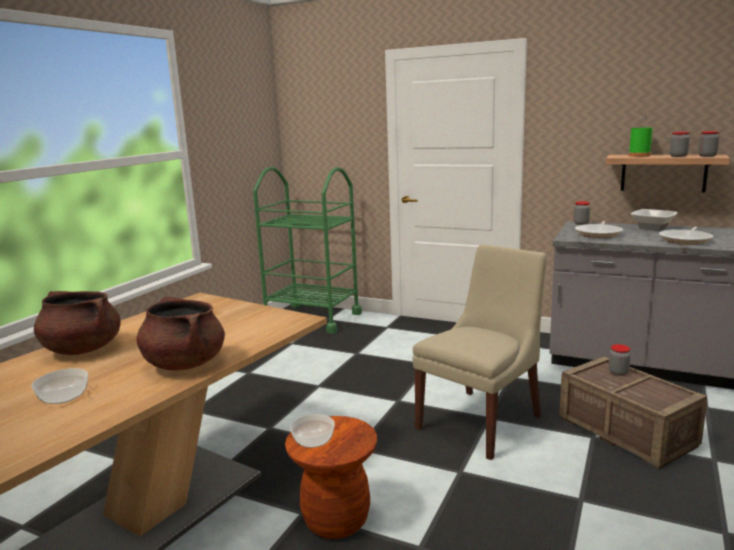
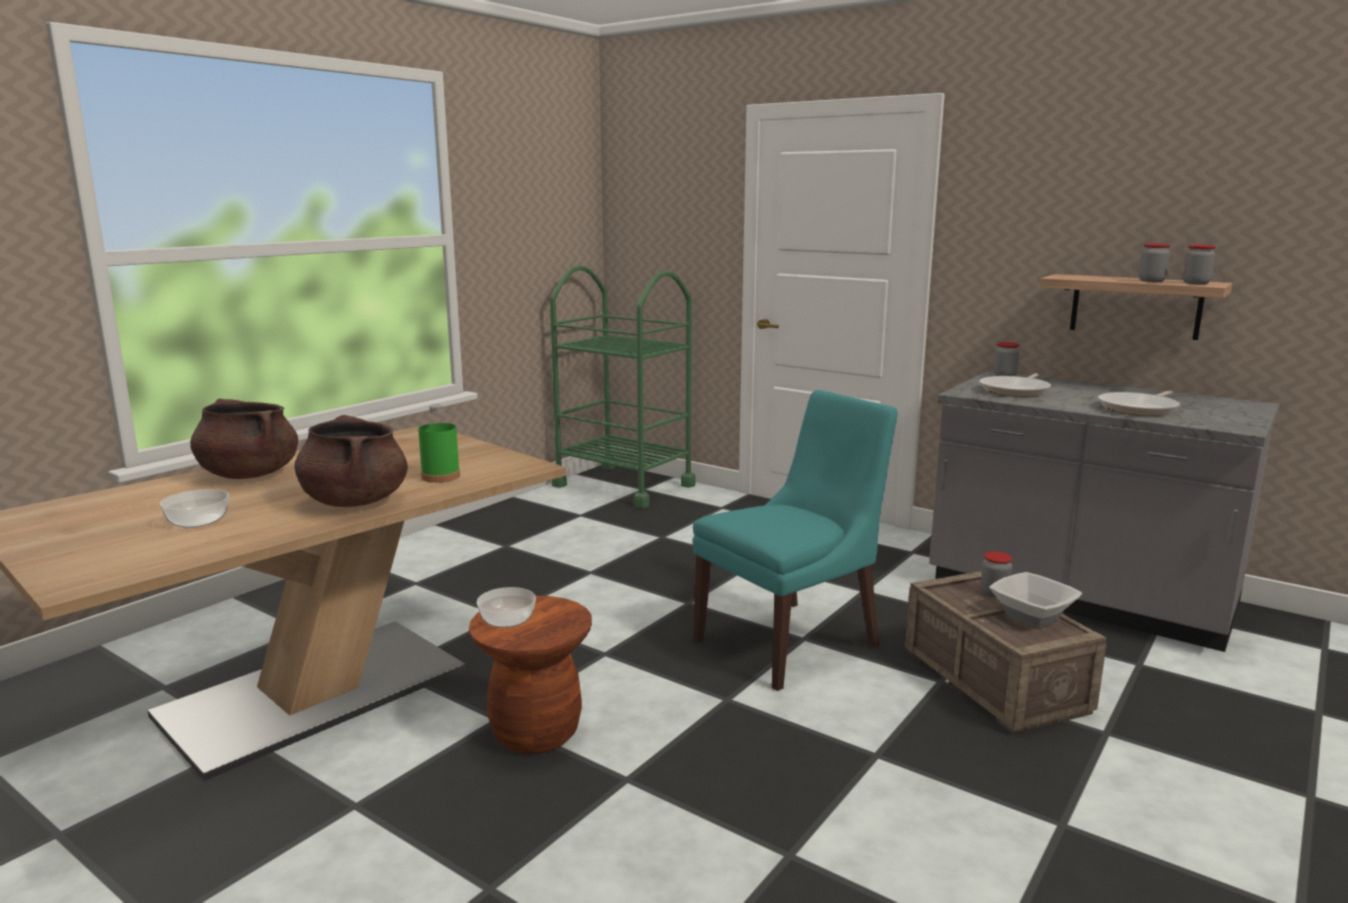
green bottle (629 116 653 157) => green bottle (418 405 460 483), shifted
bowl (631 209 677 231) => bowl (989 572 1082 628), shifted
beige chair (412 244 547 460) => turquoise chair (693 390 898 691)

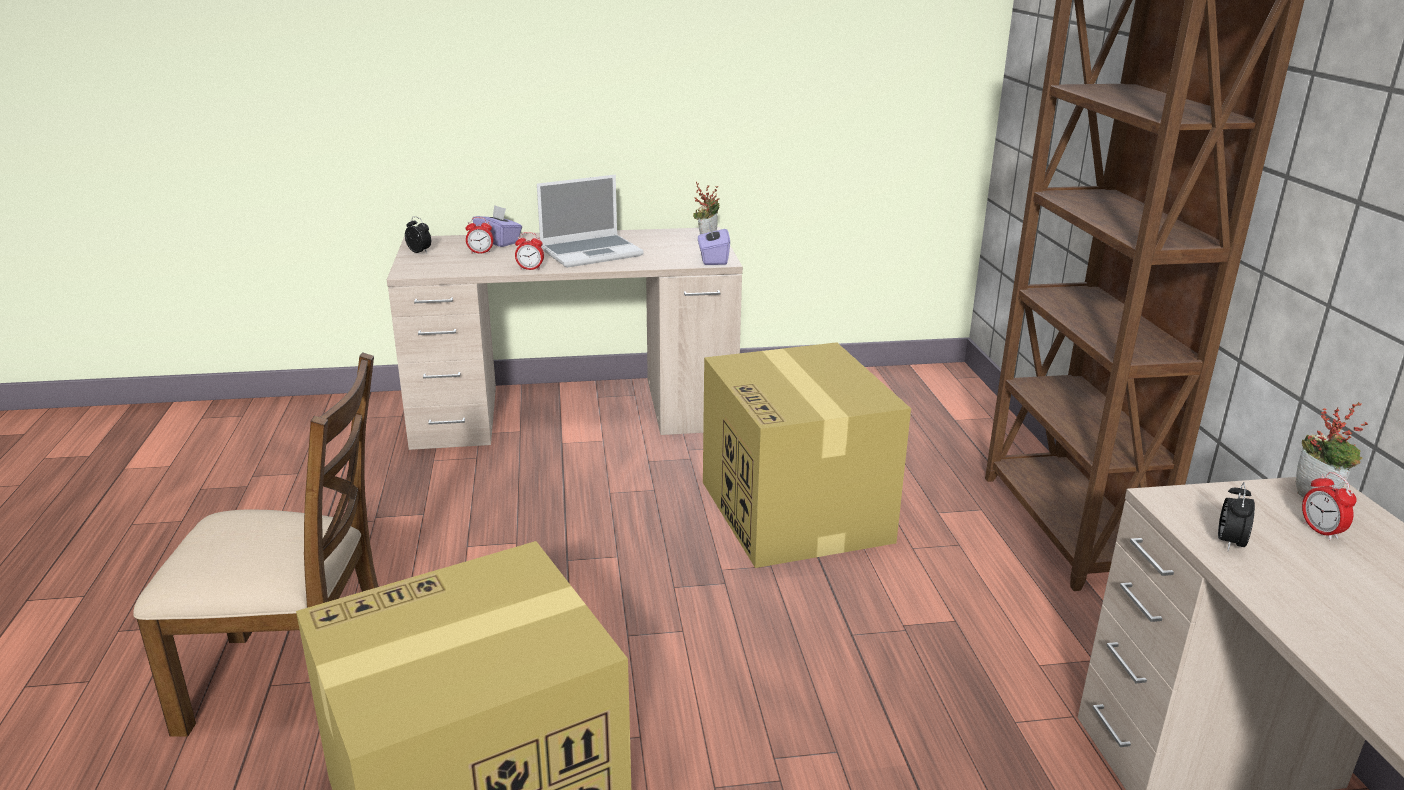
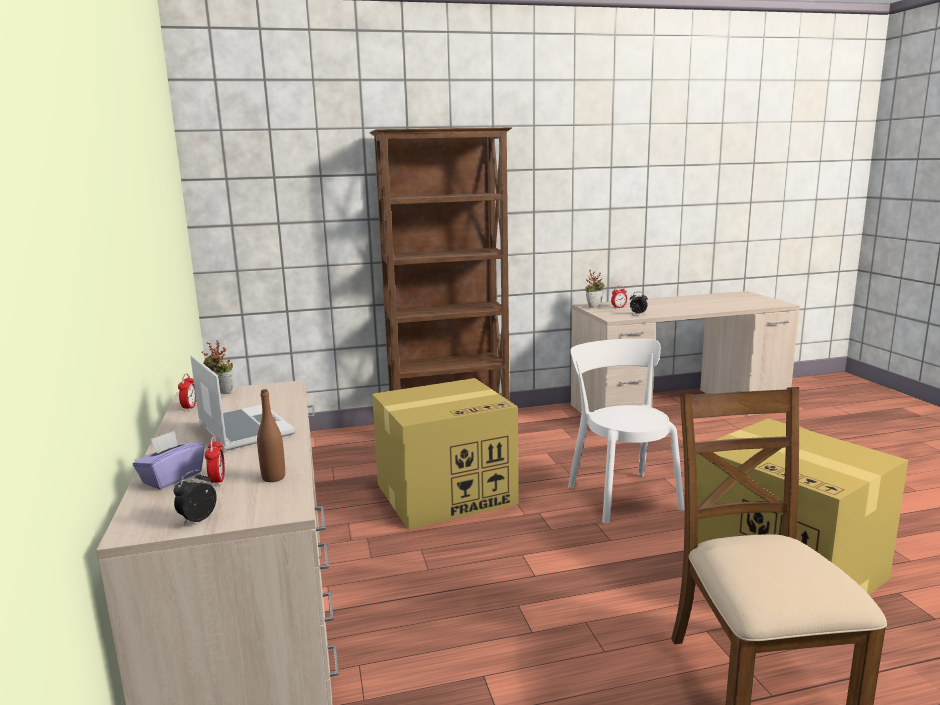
purple tissue box (698 222 730 265) => nothing
alarm clock (515 232 544 270) => alarm clock (178 373 196 411), shifted
nothing => white chair (568 339 685 524)
nothing => brown bottle (257 389 285 482)

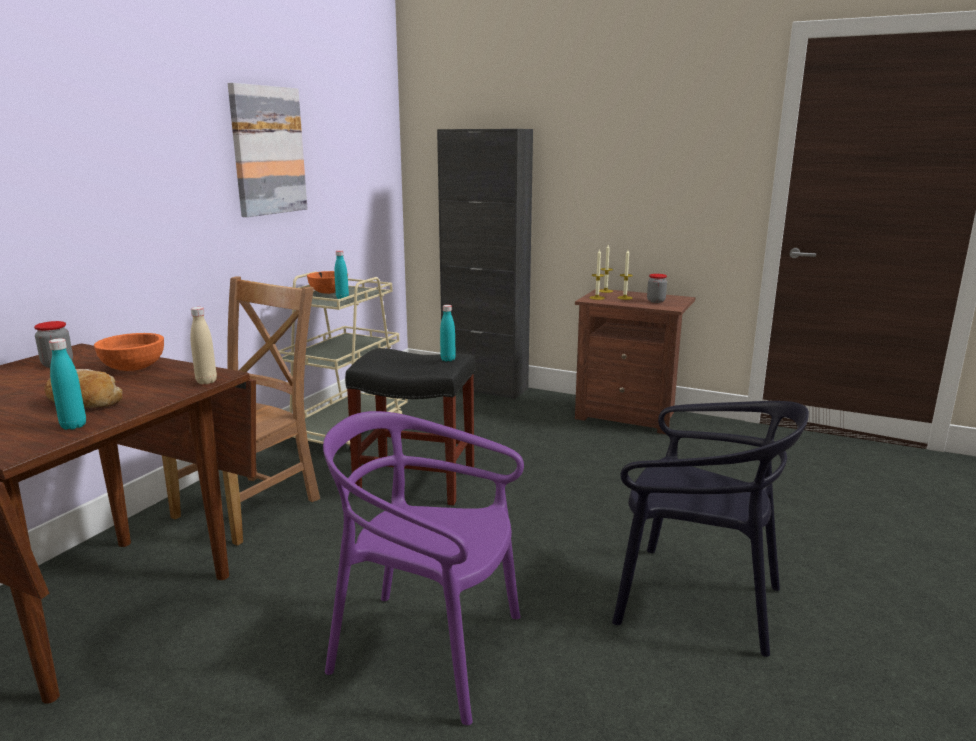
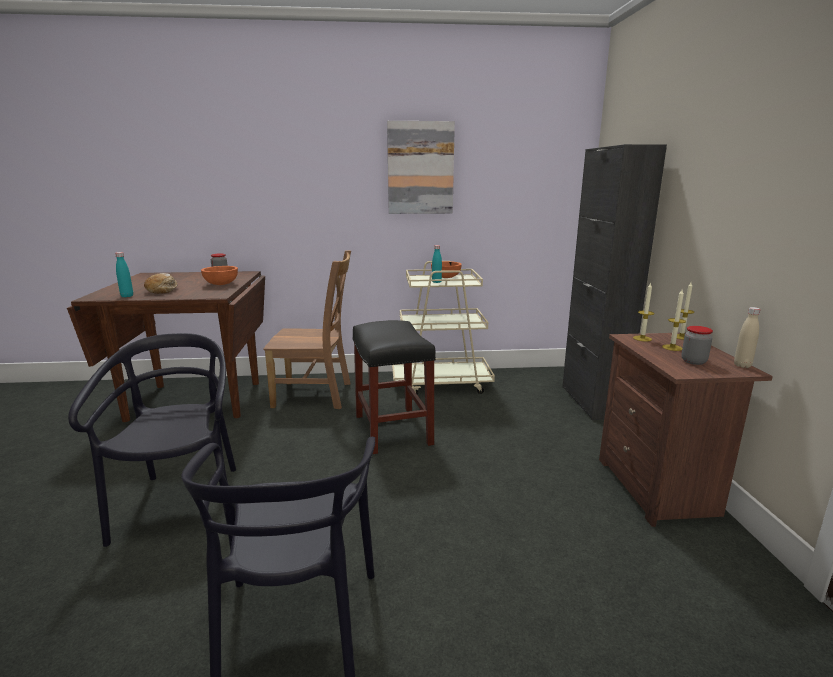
turquoise bottle (440 305 456 362) => nothing
beige bottle (190 307 217 384) => beige bottle (734 307 761 368), shifted
purple chair (323 411 524 725) => black chair (68 333 236 547)

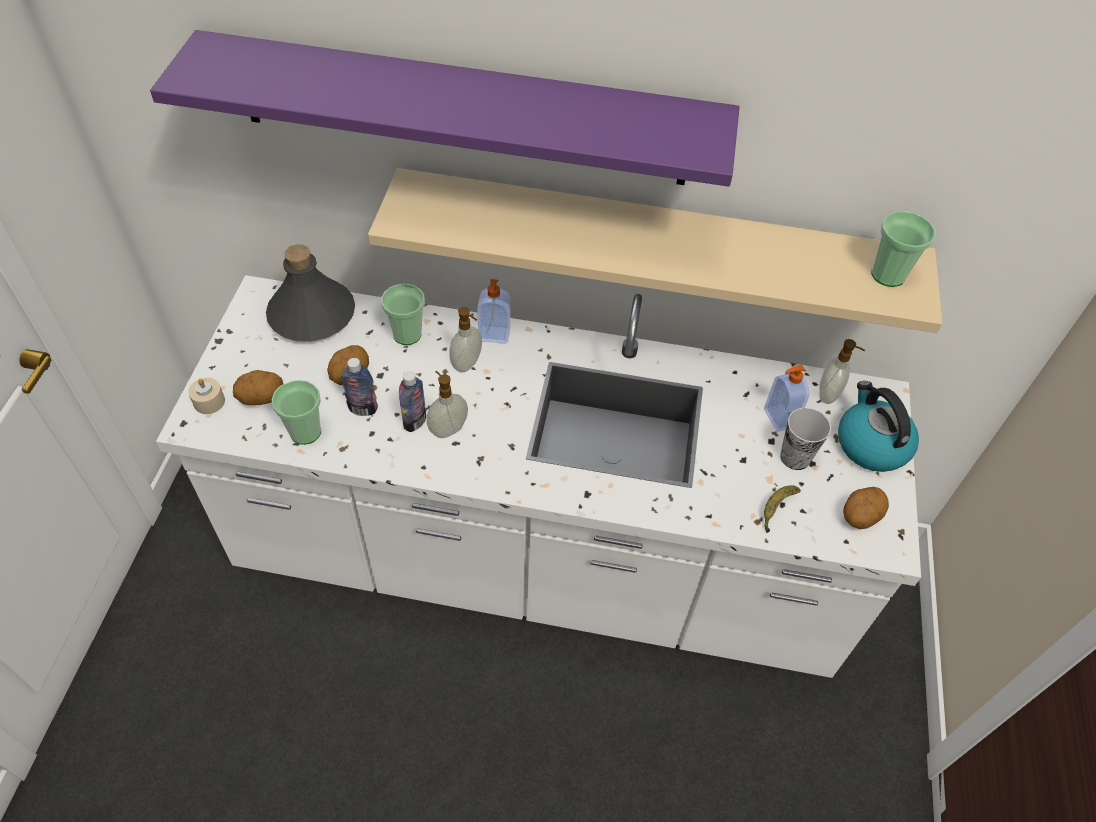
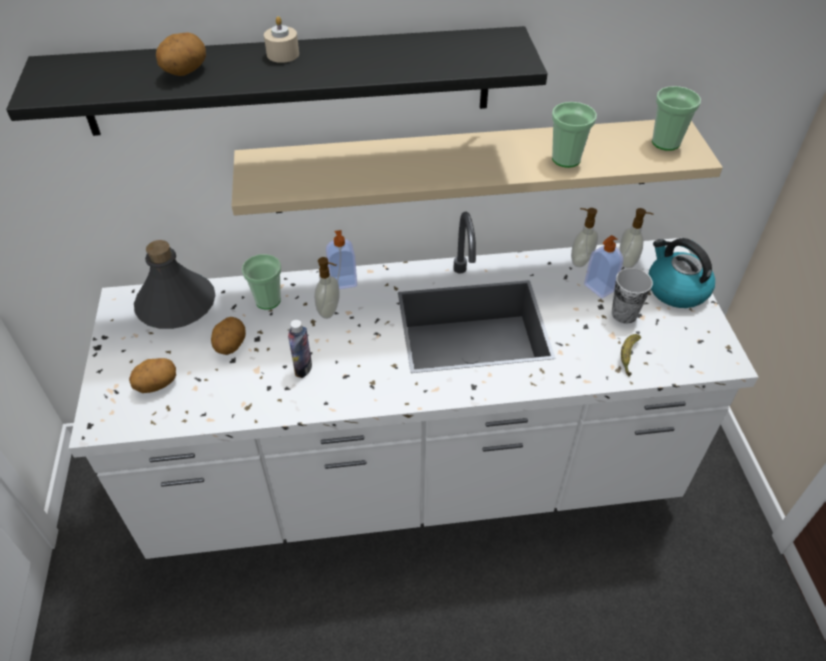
purple shelf (150 30 740 187) => black shelf (6 26 547 136)
bottle (341 358 378 416) => nothing
soap dispenser (427 371 468 438) => soap dispenser (571 208 598 267), shifted
beige candle (188 378 225 414) => beige candle (264 16 299 63), shifted
cup (272 380 321 445) => cup (552 102 597 168), shifted
potato (843 487 889 529) => potato (156 32 206 76), shifted

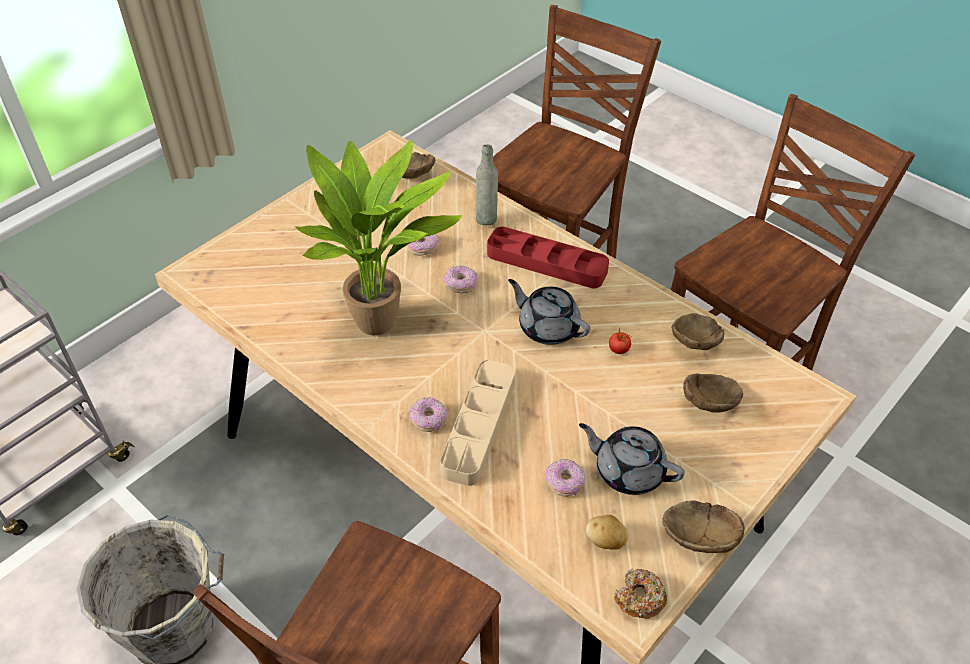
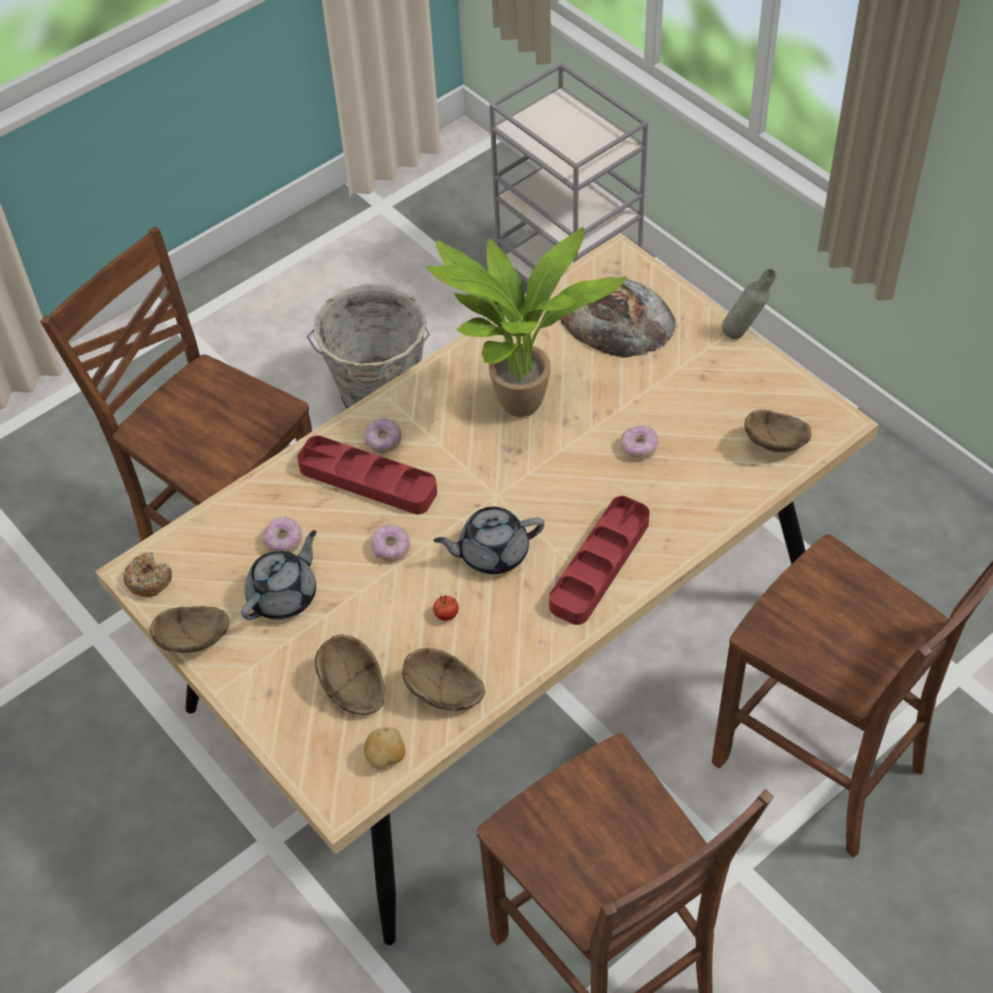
grey bottle (476 144 498 225) => grey bottle (722 269 776 339), shifted
donut (444 265 478 294) => donut (371 524 410 561), shifted
grey teapot (508 279 590 345) => grey teapot (433 507 544 574), 150 degrees counterclockwise
beige tray (440 360 515 486) => red tray (297 435 437 515)
potato (586 515 629 550) => potato (364 727 405 769), shifted
nothing => bread (560 277 676 358)

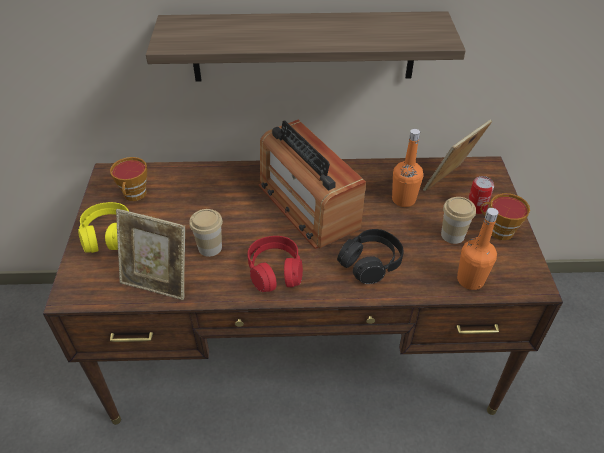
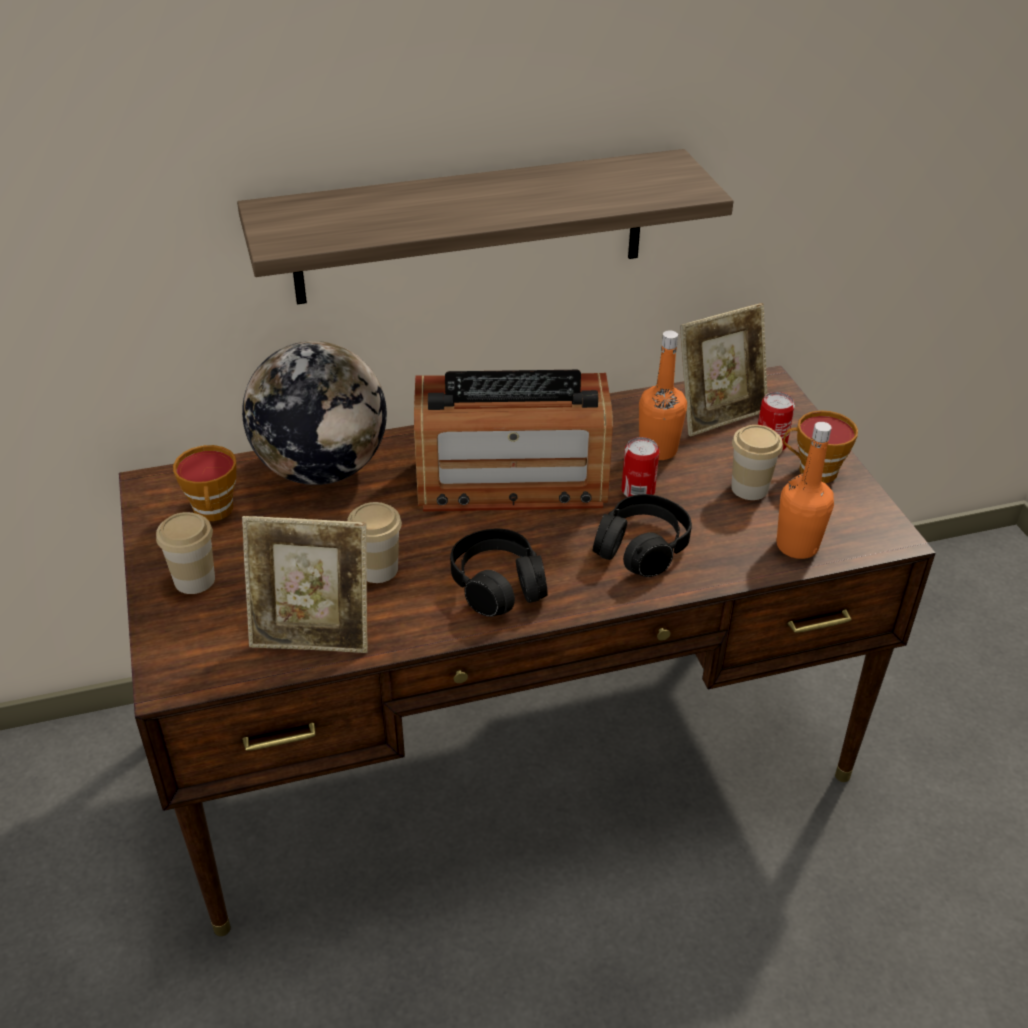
picture frame (423 119 492 191) => picture frame (680 303 768 437), 150 degrees counterclockwise
radio (259 120 366 249) => radio (414 370 613 512), 45 degrees counterclockwise
yellow headphones (78 202 129 253) => cup (156 512 215 594)
red headphones (247 236 303 292) => black headphones (450 529 548 617)
nothing => globe (242 341 387 485)
nothing => can (622 437 659 497)

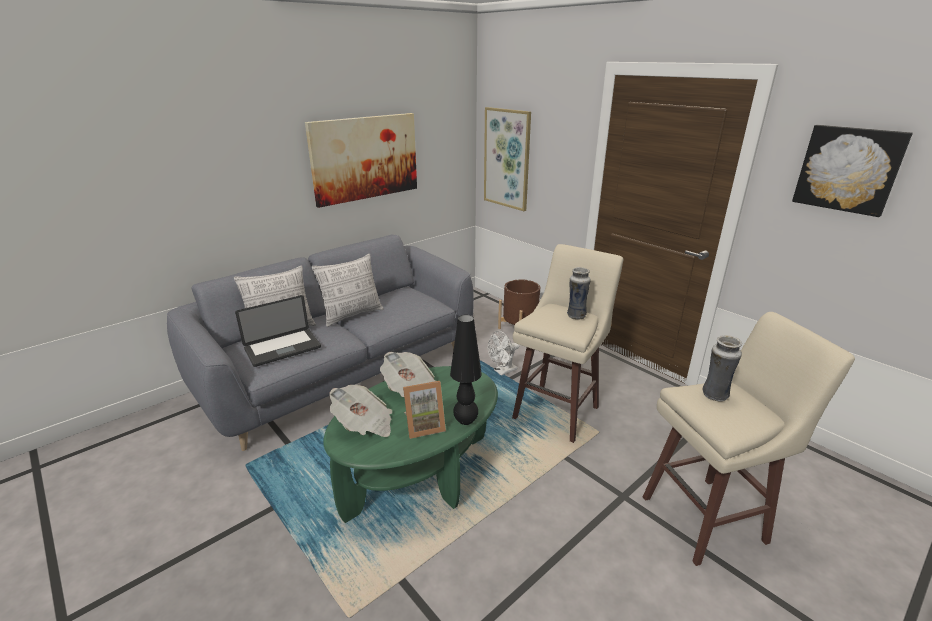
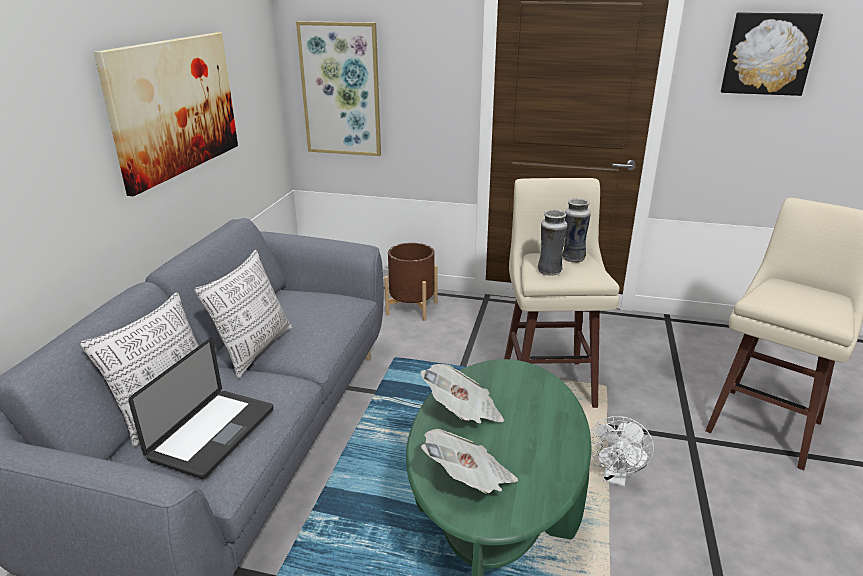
black table lamp (450 315 482 425) => nothing
white fan (488 331 519 376) => white fan (590 416 654 487), shifted
vase (703 335 742 401) => vase (538 209 567 275), shifted
picture frame (403 381 446 439) => nothing

